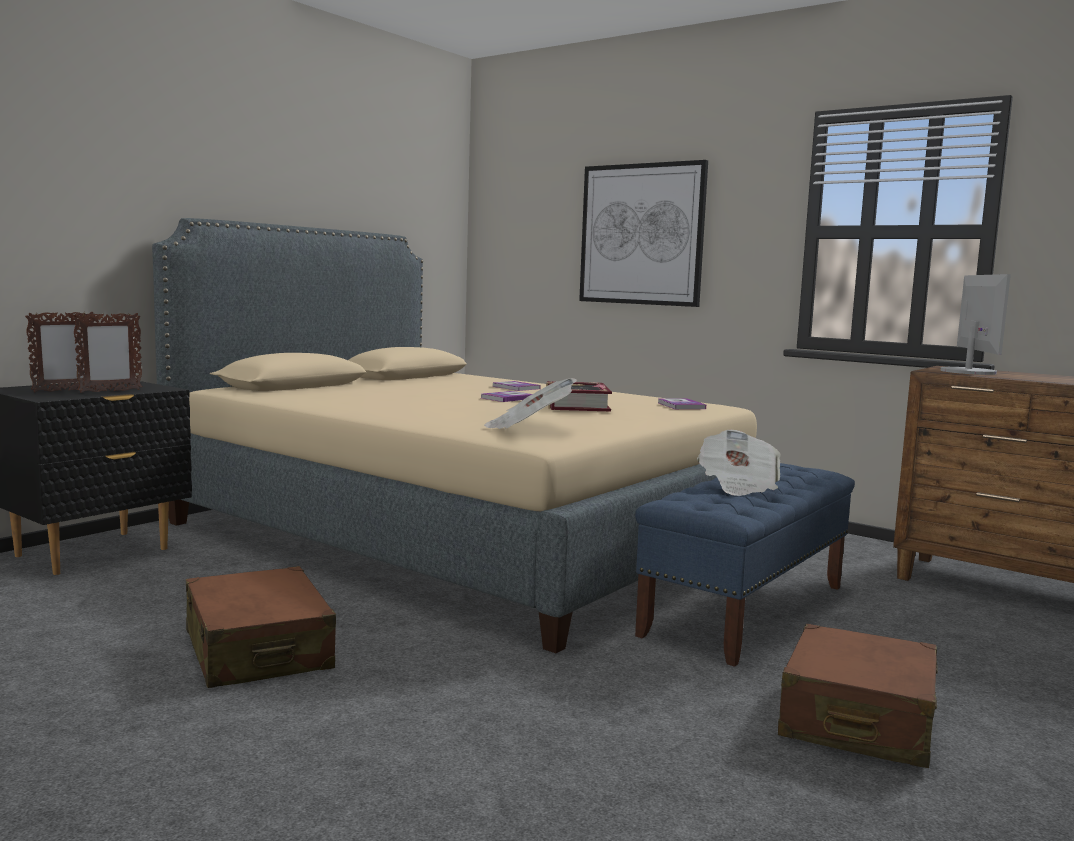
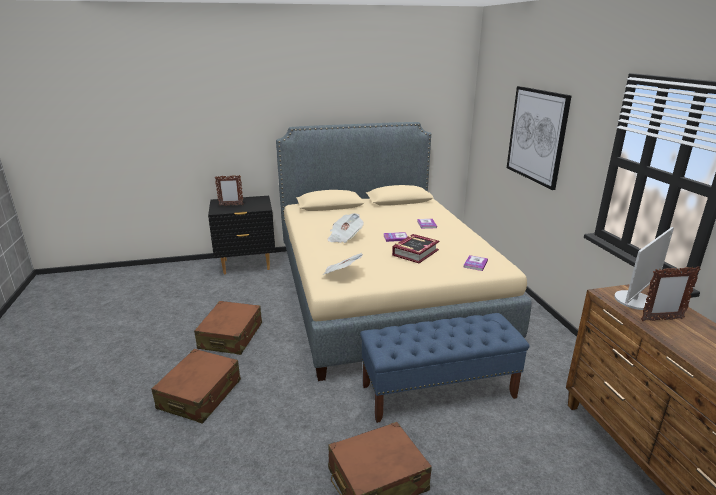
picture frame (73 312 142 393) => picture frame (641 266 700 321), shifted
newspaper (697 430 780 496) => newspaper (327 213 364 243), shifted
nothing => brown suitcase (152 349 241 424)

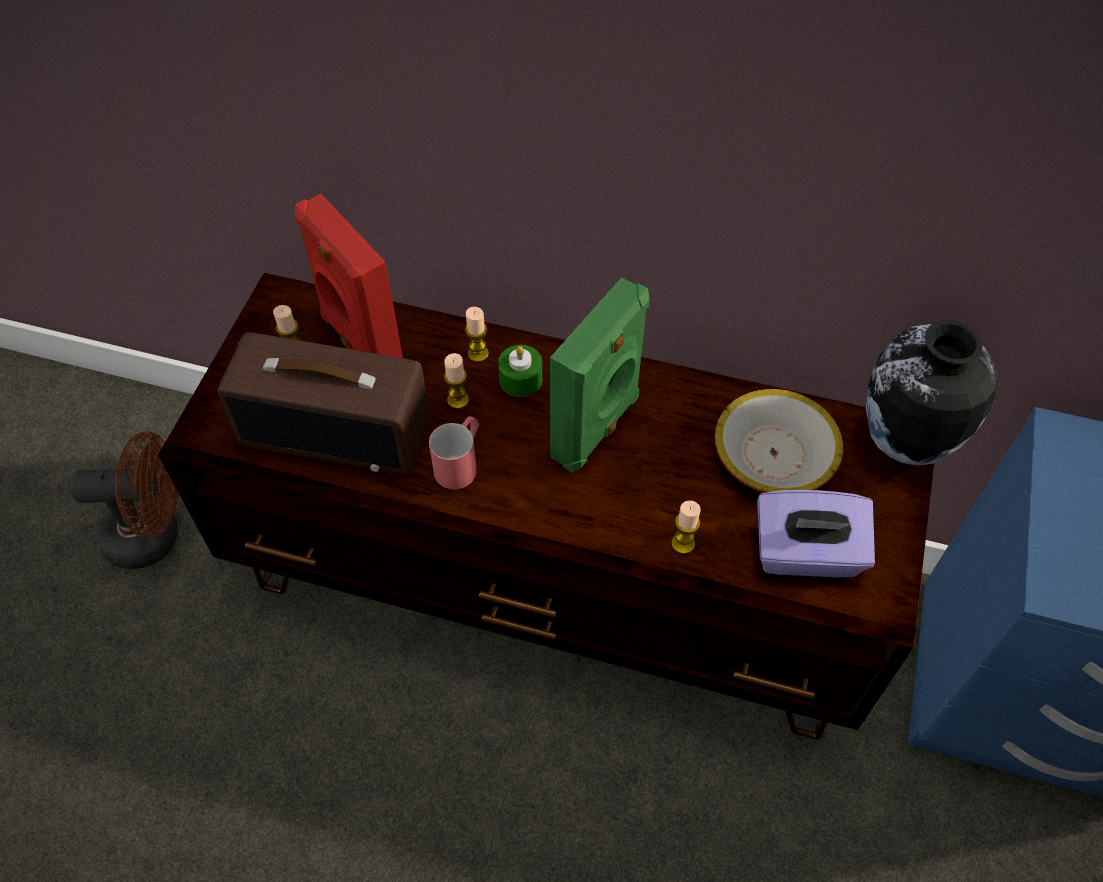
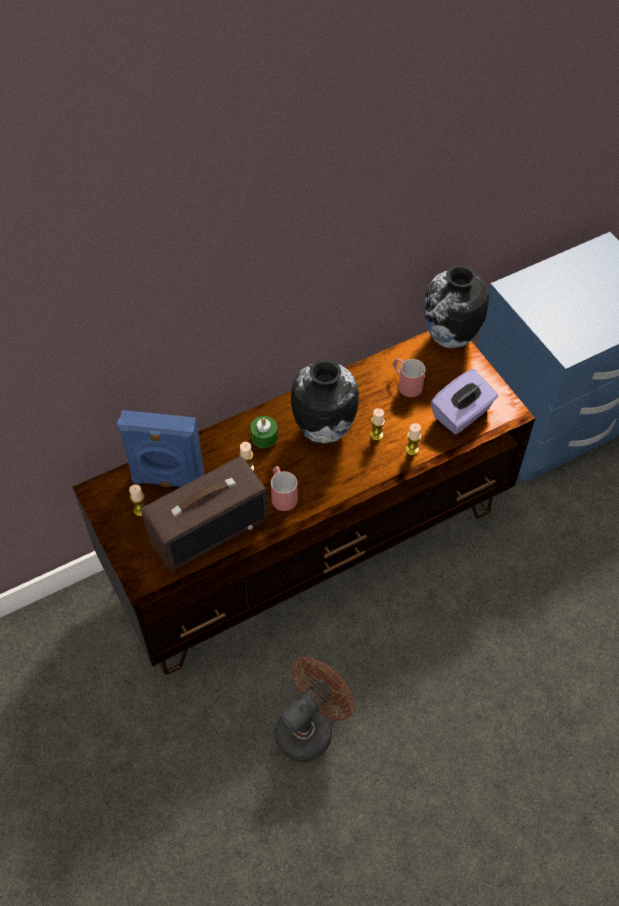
red speaker (295 194 403 358) => blue speaker (117 410 205 487)
green speaker (550 277 650 473) => vase (291 360 359 443)
candle (465 307 489 362) => candle (370 408 385 441), shifted
bowl (715 389 843 493) => red mug (392 358 425 397)
brown fan (69 431 179 569) => brown fan (275 657 354 762), shifted

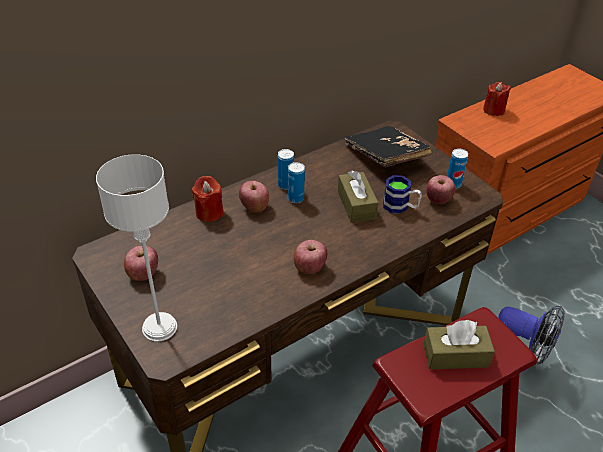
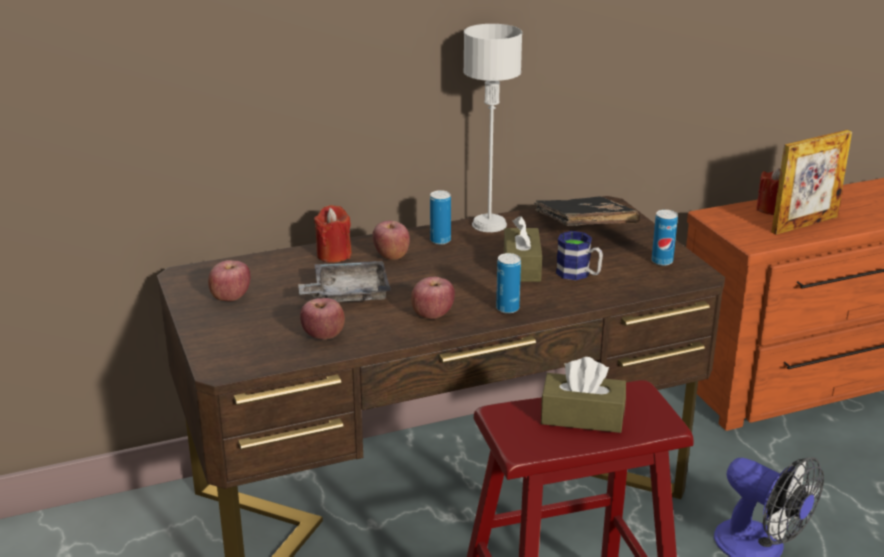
grey table lamp (96 154 177 342) => grey table lamp (463 24 522 232), shifted
can (288 162 305 203) => can (496 253 521 314), shifted
apple (426 175 455 204) => apple (300 298 345 340), shifted
nothing => picture frame (771 130 852 235)
nothing => grey tray (298 261 391 302)

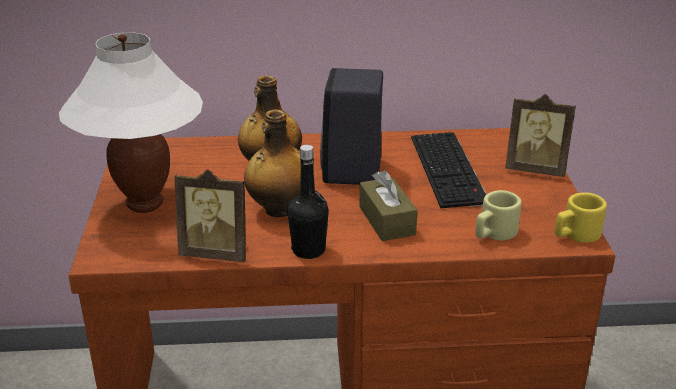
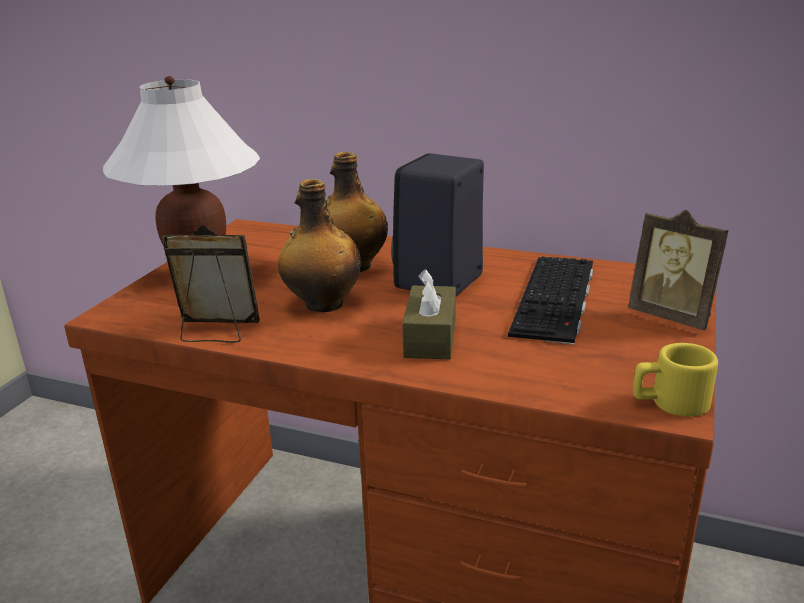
black bottle (287 145 329 259) => nothing
picture frame (175 169 246 262) => picture frame (162 225 260 343), 150 degrees clockwise
beige mug (475 190 522 241) => nothing

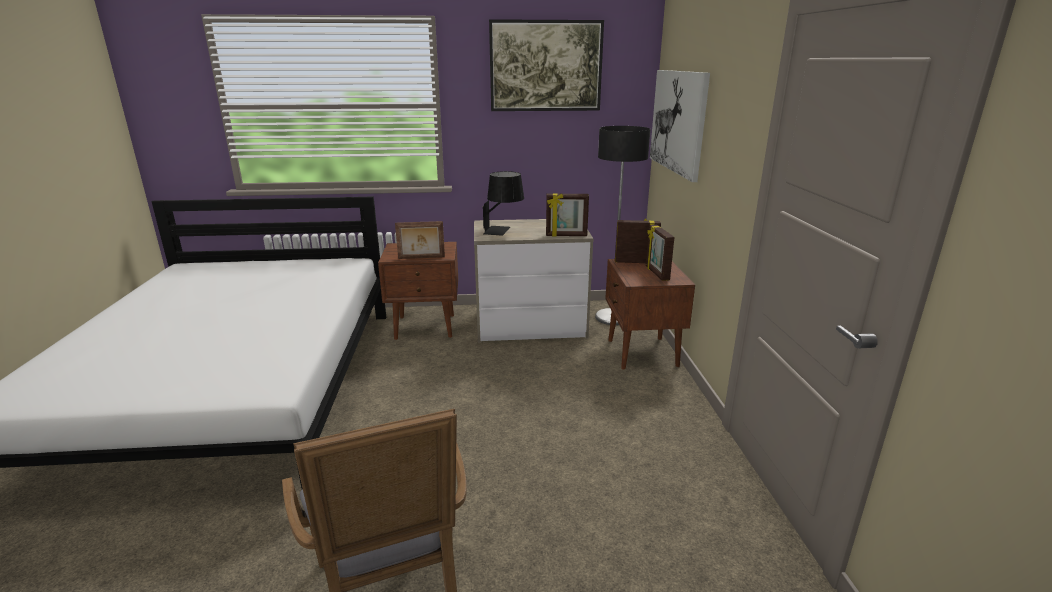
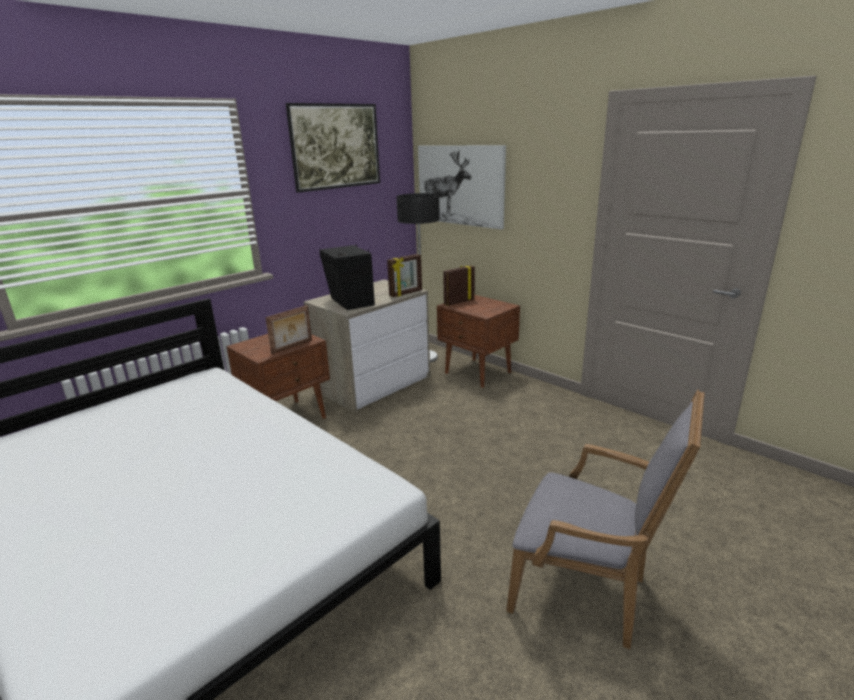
black table lamp (483 171 524 236) => black speaker (320 244 375 310)
picture frame (646 225 674 281) => nothing

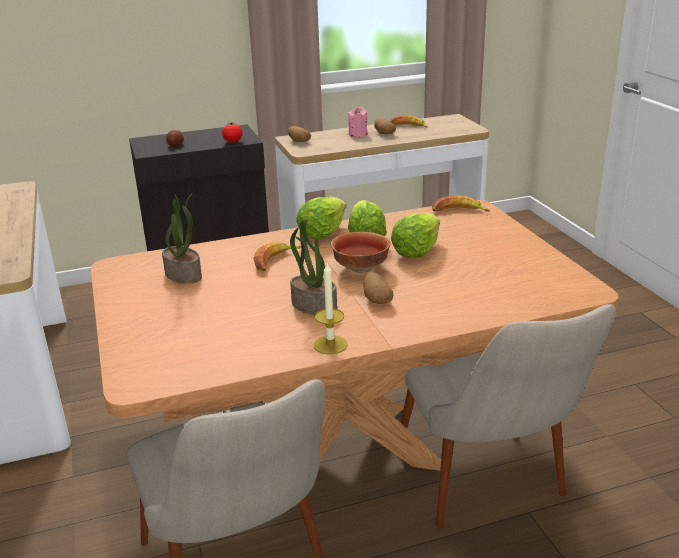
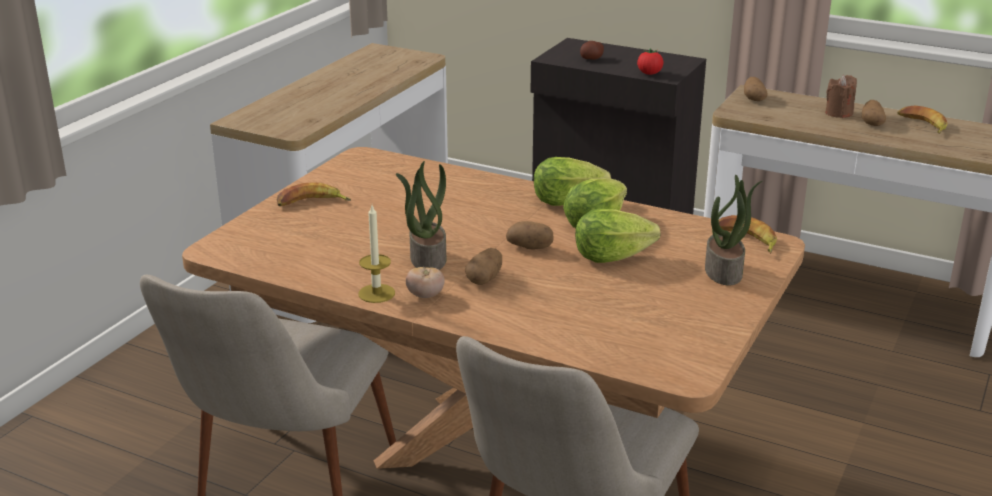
pink candle (348 107 368 137) => brown candle (825 75 857 118)
potted plant (162 194 202 284) => potted plant (705 175 762 286), shifted
bowl (331 232 391 273) => potato (506 221 554 250)
banana (254 242 301 271) => banana (277 182 351 206), shifted
nothing => tomato (406 267 445 298)

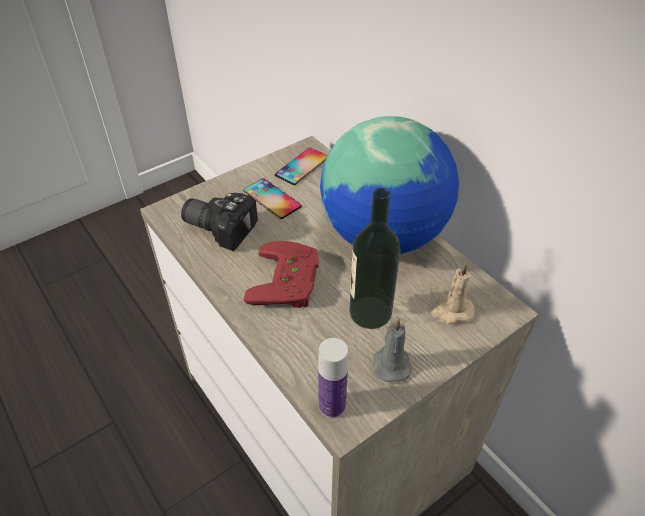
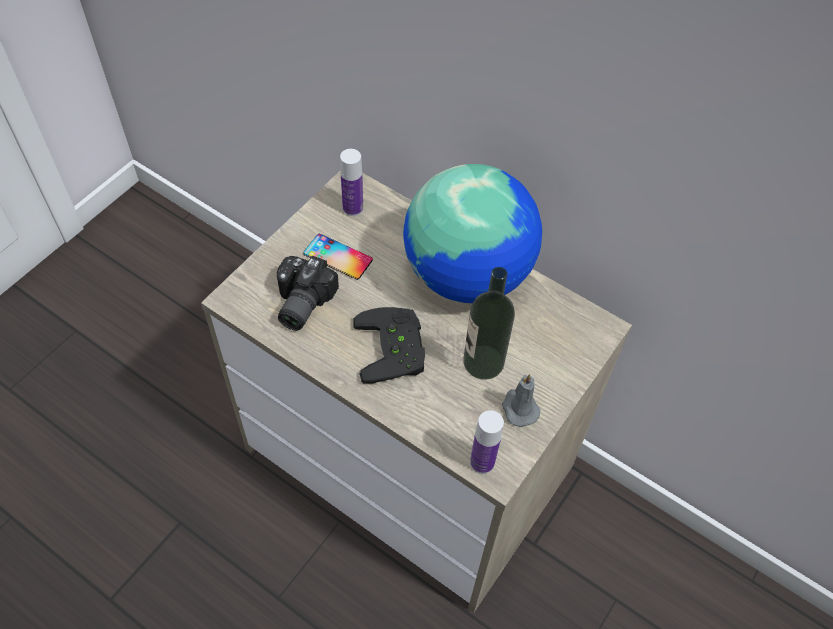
phone (275 148 327 185) => bottle (340 149 363 216)
photo camera (181 193 258 251) => photo camera (277 256 339 331), 75 degrees counterclockwise
red game controller (244 241 319 308) => black game controller (354 307 425 384)
beige candle (431 263 475 324) => nothing

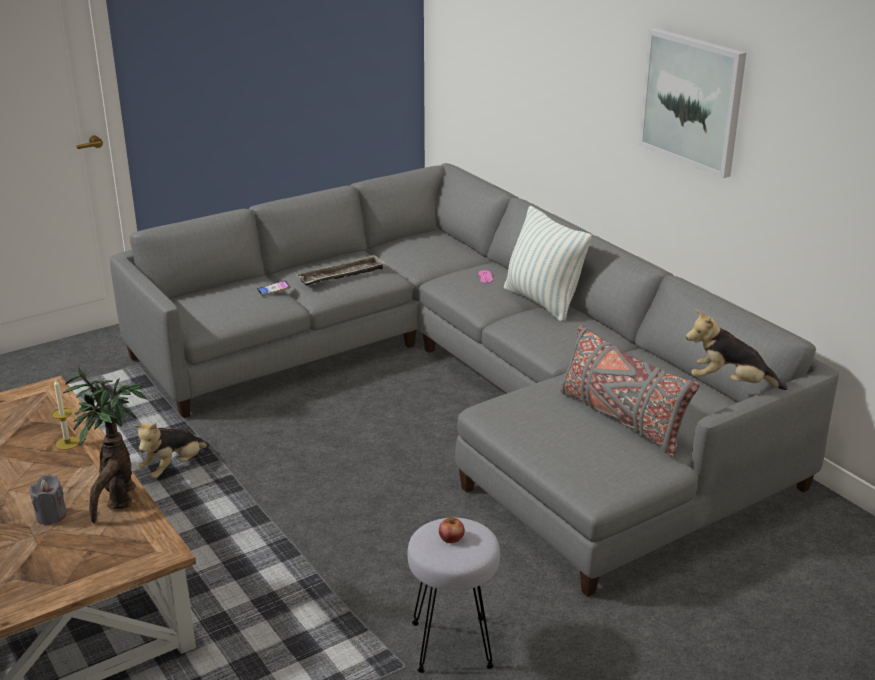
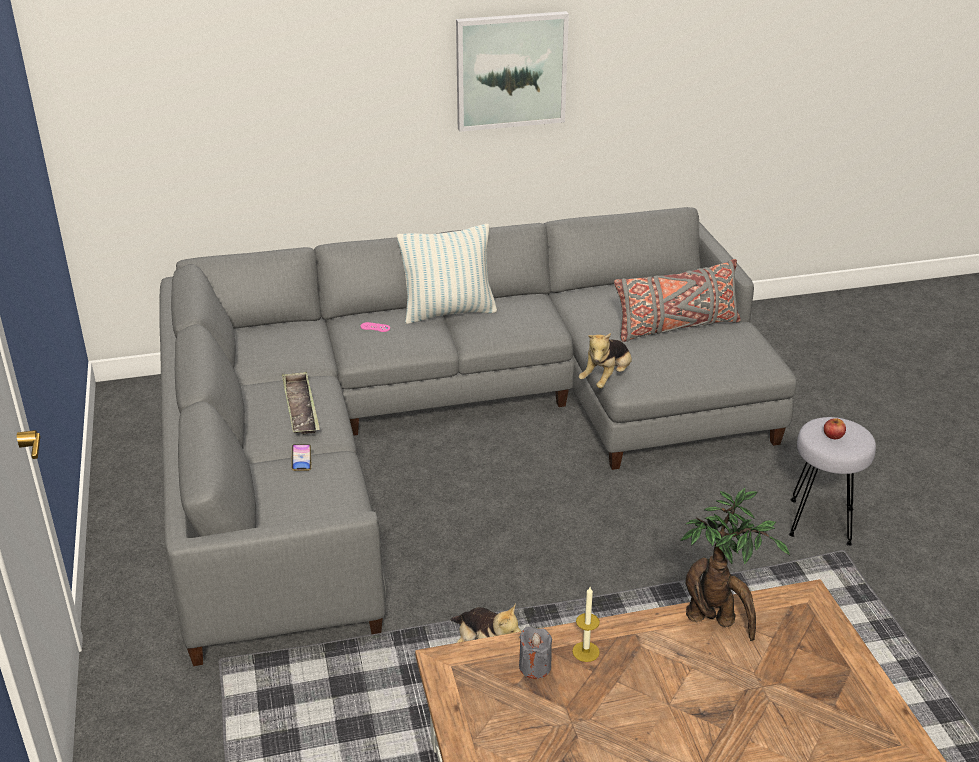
plush toy (686 309 788 390) => plush toy (579 333 632 388), shifted
grey candle (29 474 67 525) => grey candle (519 627 552 679), shifted

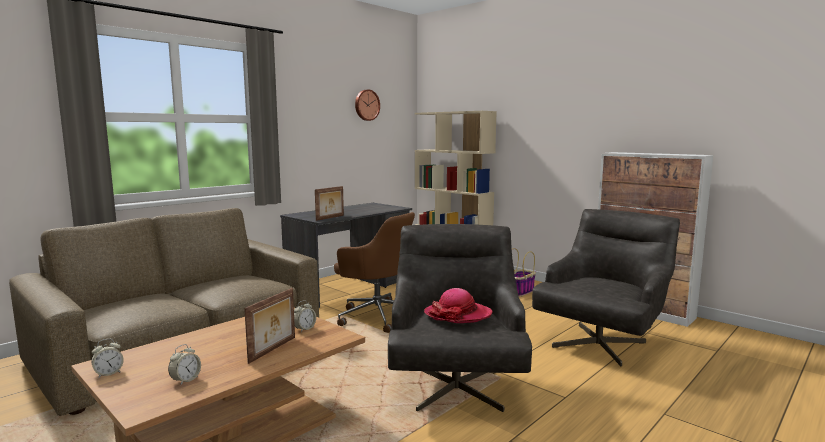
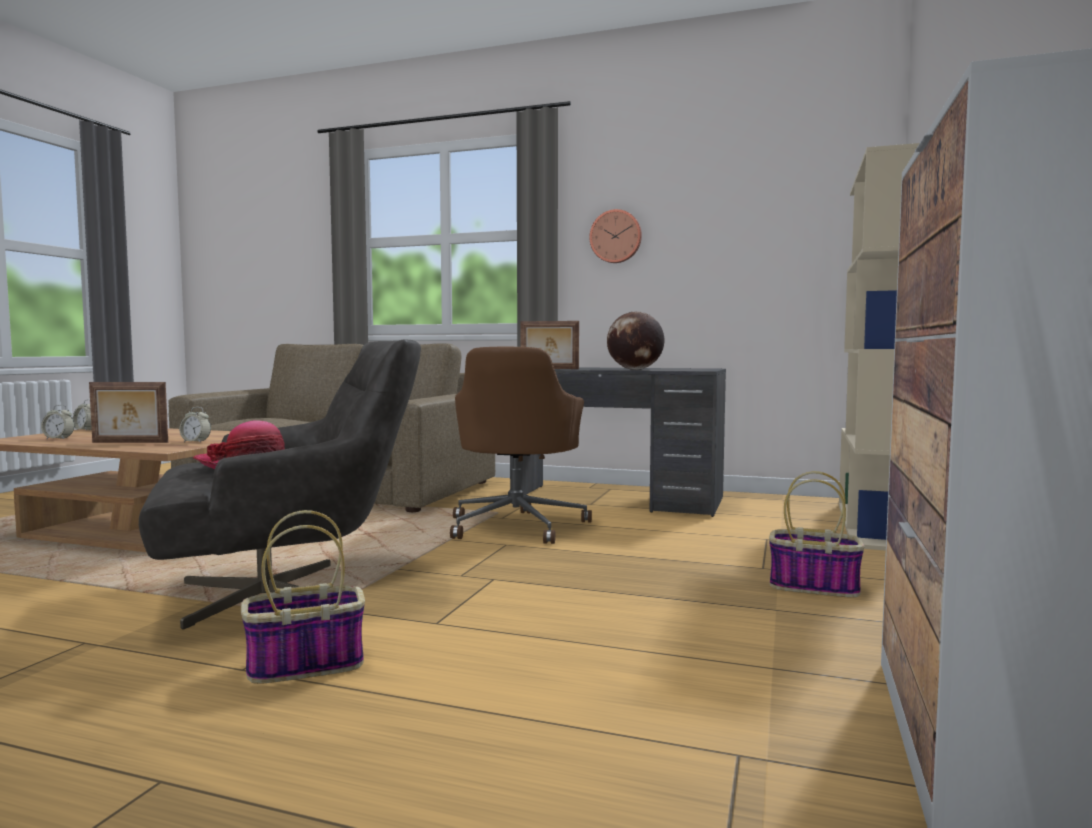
wall clock (355 90 380 121) => wall clock (589 209 642 263), shifted
grey armchair (532 209 680 366) => nothing
nothing => globe (607 311 664 370)
nothing => basket (241 510 365 684)

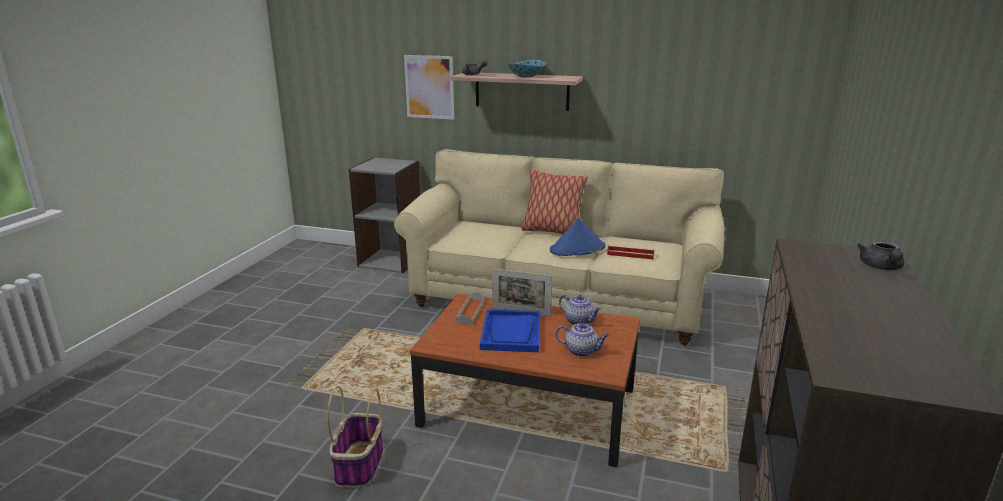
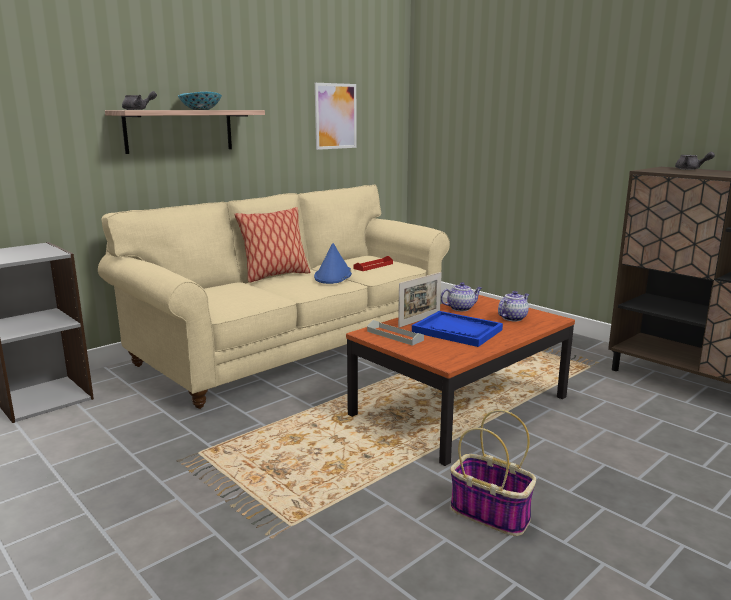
picture (404 55 454 120) => picture (315 83 357 150), shifted

